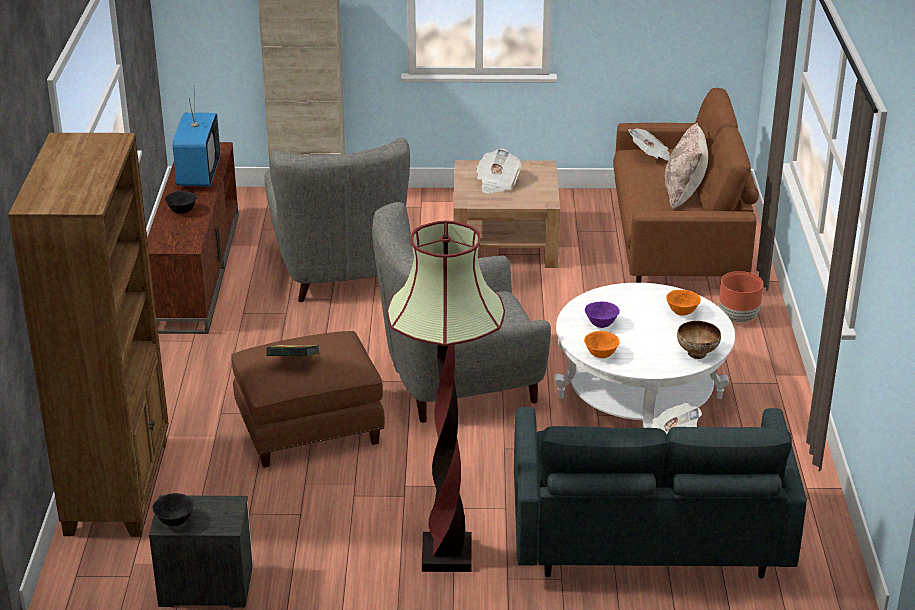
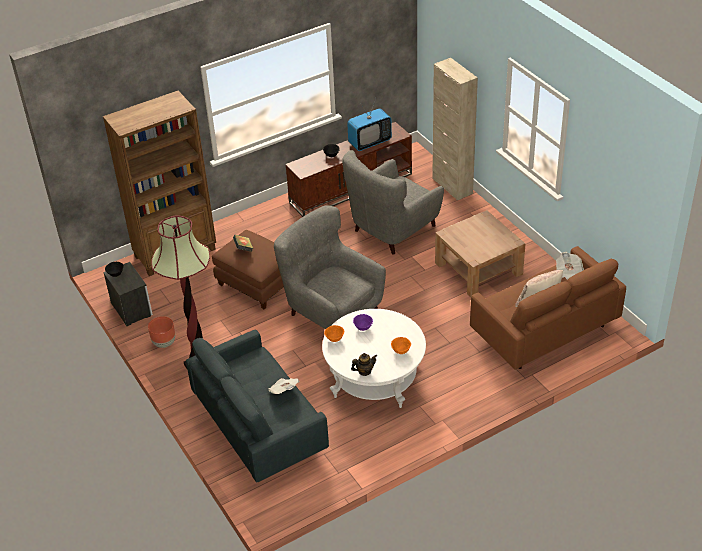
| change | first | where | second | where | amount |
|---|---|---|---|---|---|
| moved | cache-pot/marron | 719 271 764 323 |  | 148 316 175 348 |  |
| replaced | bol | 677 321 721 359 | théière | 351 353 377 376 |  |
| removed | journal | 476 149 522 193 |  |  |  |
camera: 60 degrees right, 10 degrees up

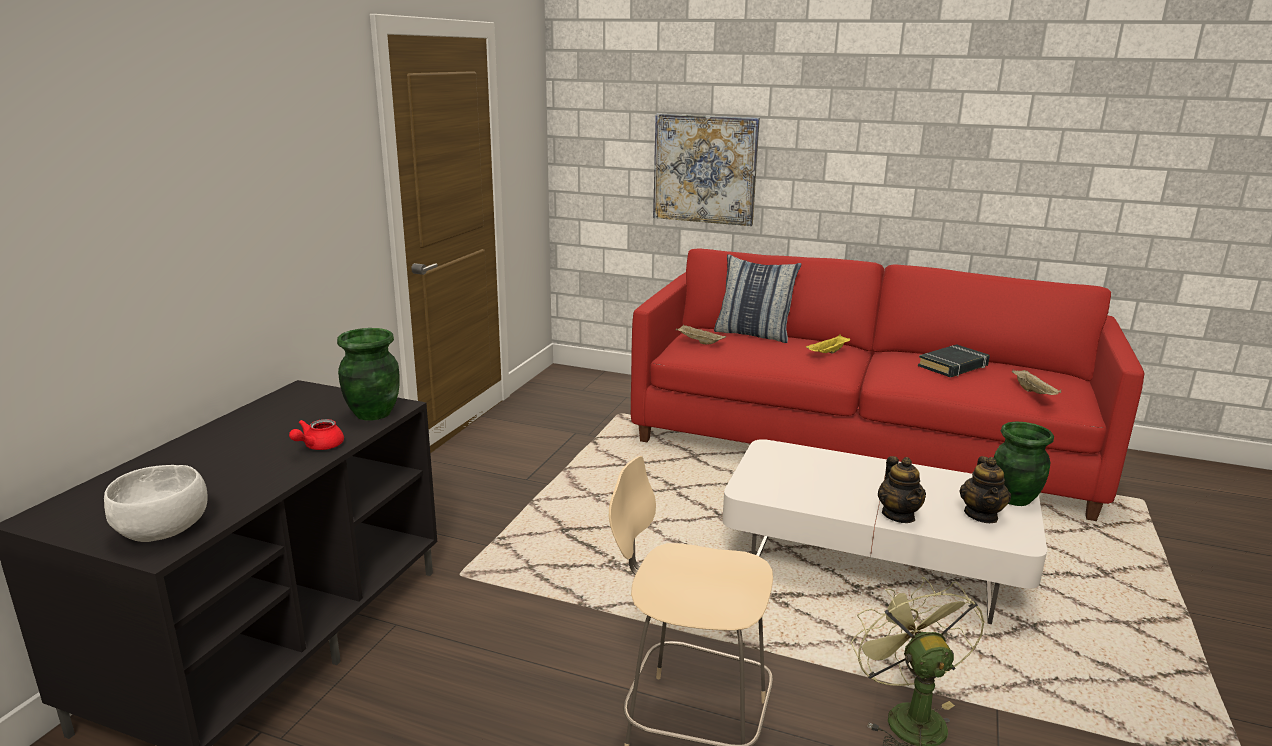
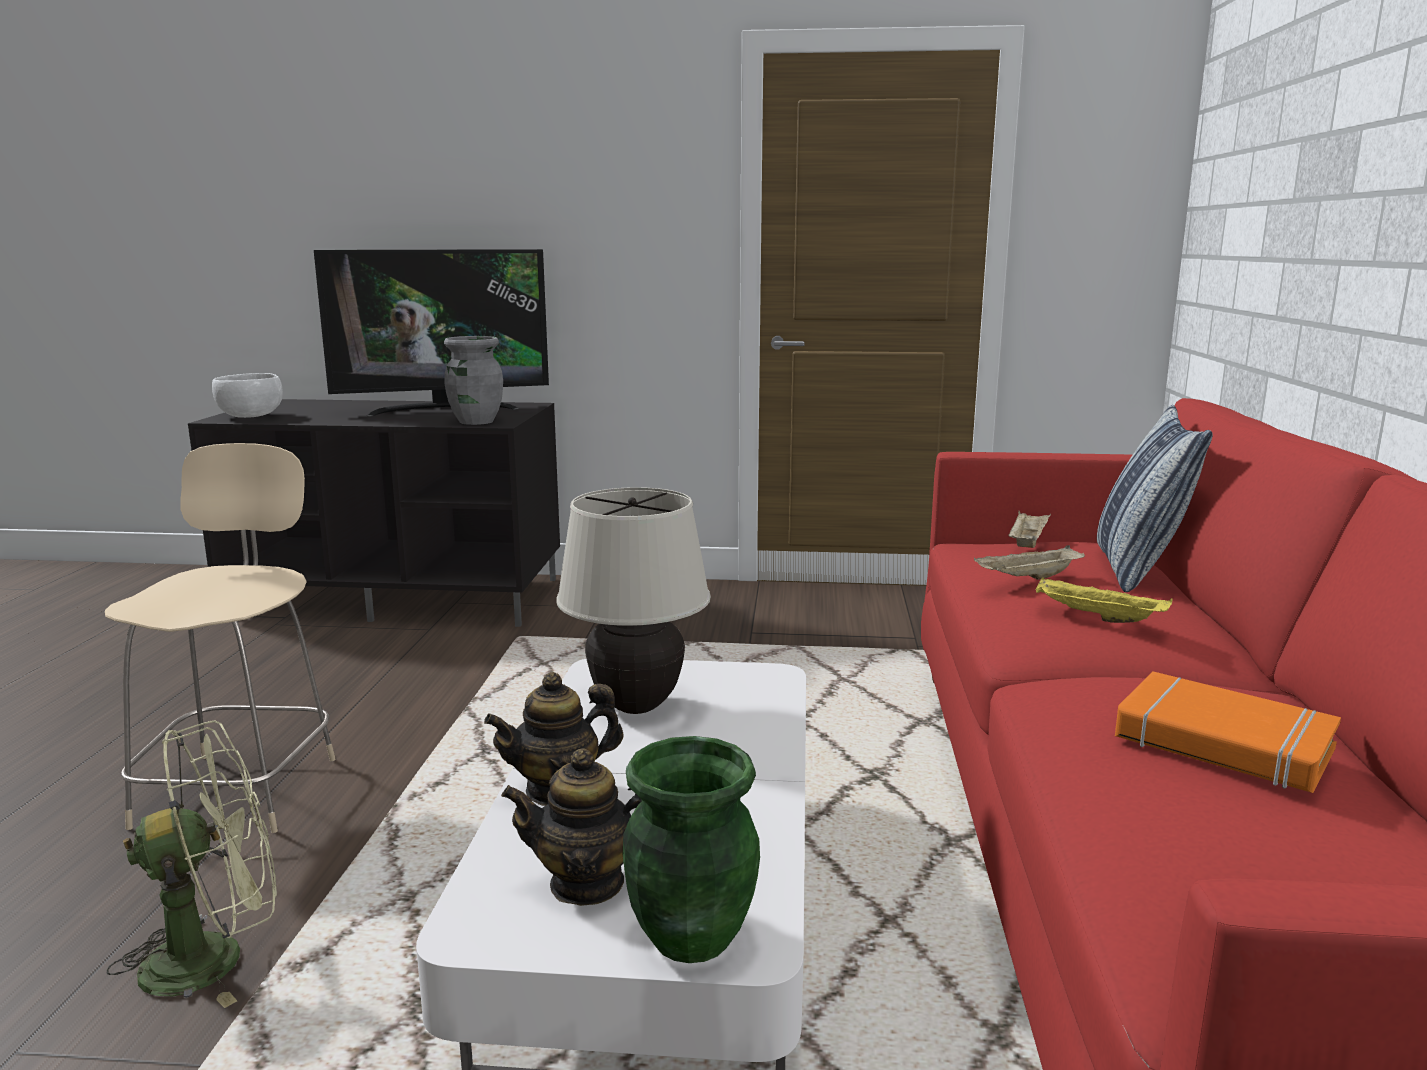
| change | first | where | second | where | amount |
|---|---|---|---|---|---|
| added |  |  | téléviseur | 314 249 549 416 |  |
| recoloured | vase/vert | 337 328 400 421 | vase/gris | 444 336 503 425 |  |
| added |  |  | lampe de table/beige | 556 487 711 714 |  |
| moved | plateau/beige | 1012 369 1061 395 |  | 974 545 1085 580 |  |
| recoloured | livre/noir | 918 344 990 377 | livre/orange | 1115 671 1341 793 |  |
| removed | théière/rouge | 289 419 344 450 |  |  |  |
| removed | tableau | 653 113 760 226 |  |  |  |
camera: 75 degrees right, 5 degrees down

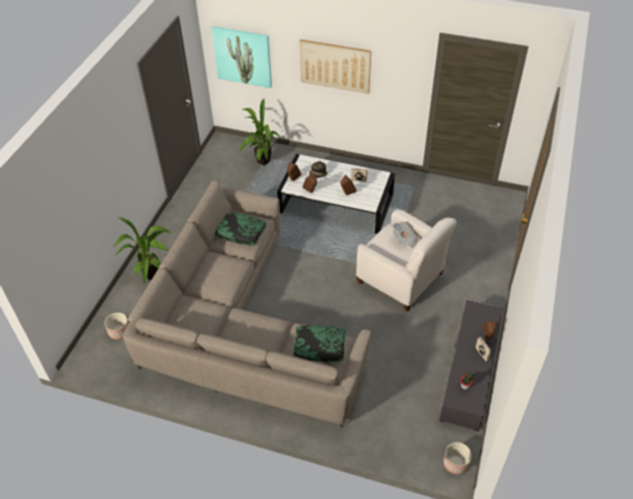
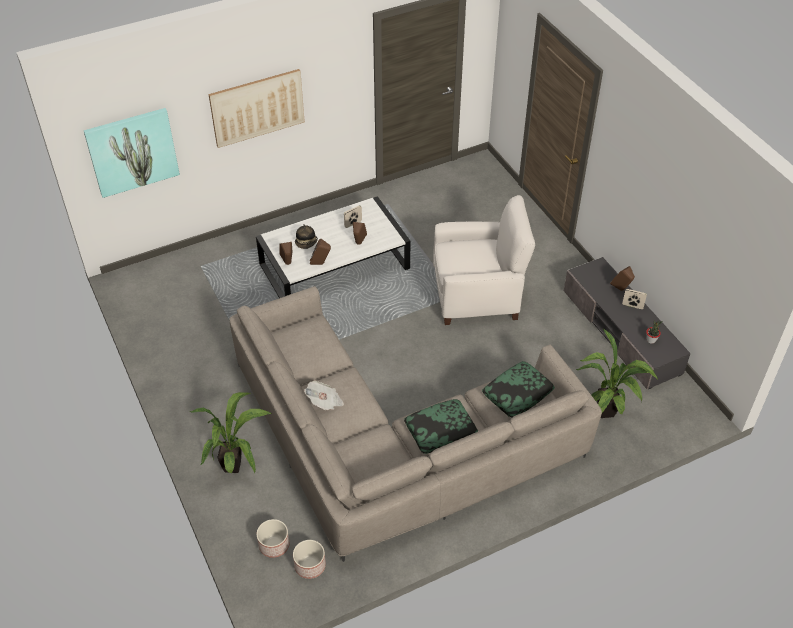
| change | first | where | second | where | amount |
|---|---|---|---|---|---|
| moved | cache-pot | 443 442 472 475 |  | 293 540 326 579 |  |
| moved | journal | 393 222 418 249 |  | 304 381 344 411 |  |
| moved | coussin | 215 212 266 246 |  | 404 399 478 454 |  |
| moved | plante en pot | 239 99 283 166 |  | 576 328 658 418 |  |
camera: 45 degrees left, 0 degrees up

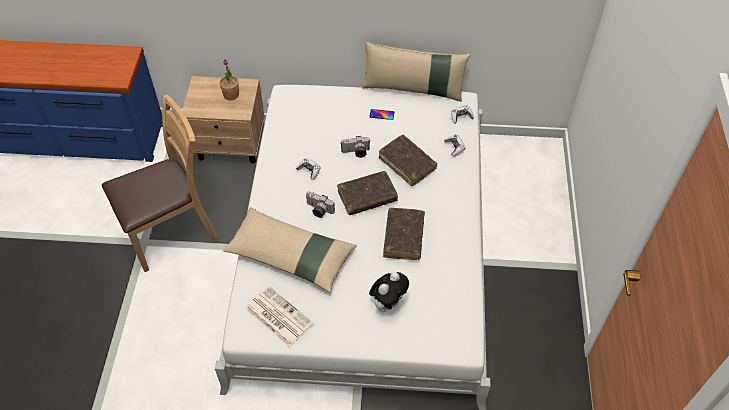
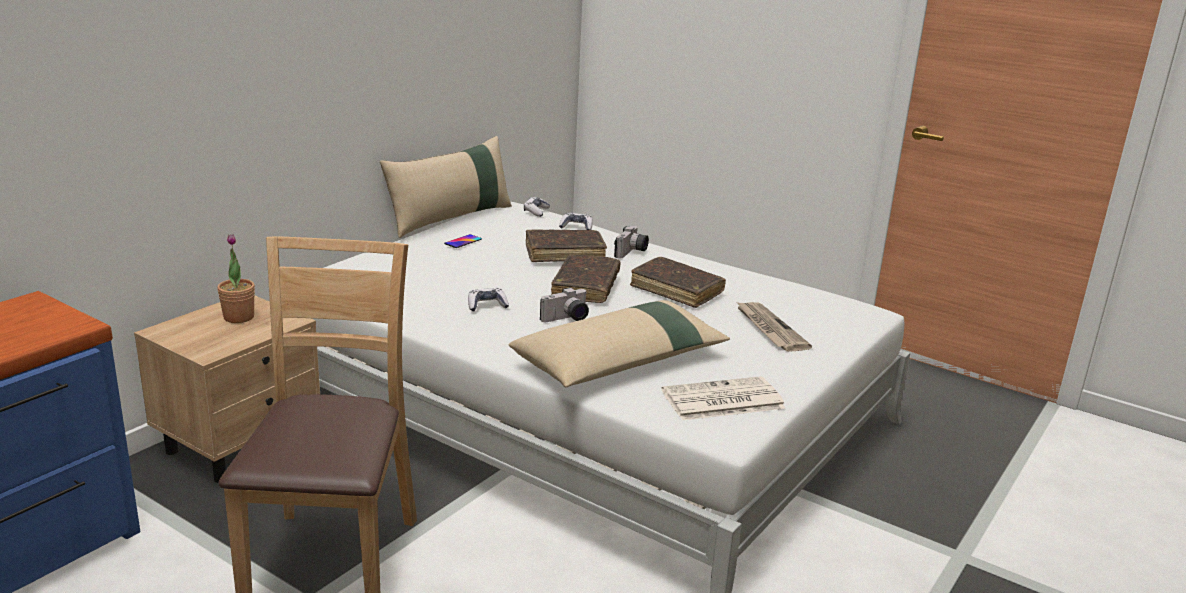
| change | first | where | second | where | amount |
|---|---|---|---|---|---|
| moved | appareil photo | 341 136 371 158 |  | 614 226 649 259 |  |
| replaced | peluche | 369 272 409 312 | journal | 737 302 812 352 |  |
camera: 60 degrees left, 30 degrees down

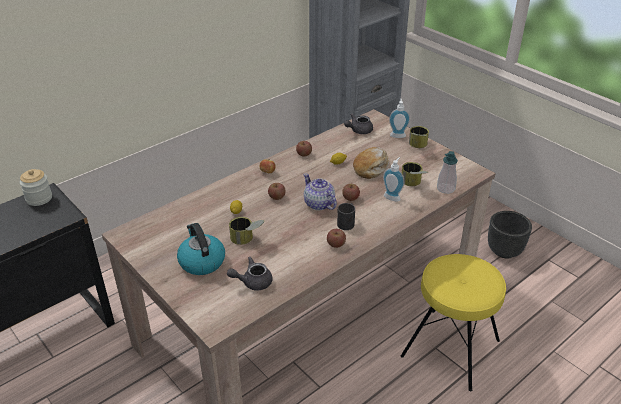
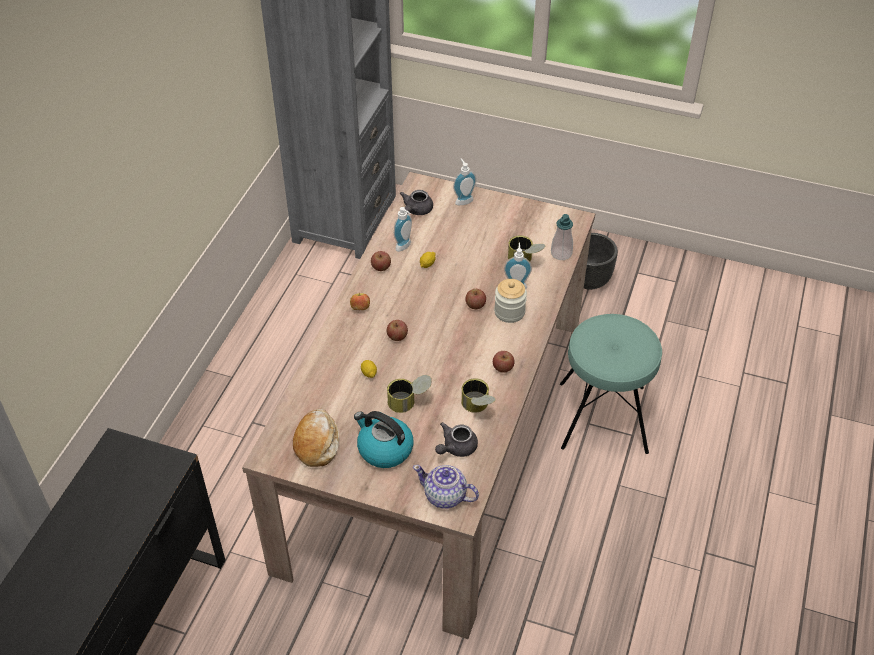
| change | first | where | second | where | amount |
|---|---|---|---|---|---|
| moved | pain | 353 147 389 179 |  | 293 409 339 467 |  |
| added |  |  | distributeur de savon | 394 207 412 252 |  |
| moved | théière | 303 173 337 210 |  | 413 465 479 509 |  |
| moved | boîte métallique | 409 126 429 148 |  | 461 378 495 413 |  |
| moved | bocal | 20 169 52 206 |  | 494 279 527 323 |  |
| recoloured | tabouret/jaune | 400 254 506 391 | tabouret/turquoise | 560 314 662 454 |  |
| removed | mug/noir | 337 203 355 230 |  |  |  |
camera: 30 degrees left, 10 degrees up

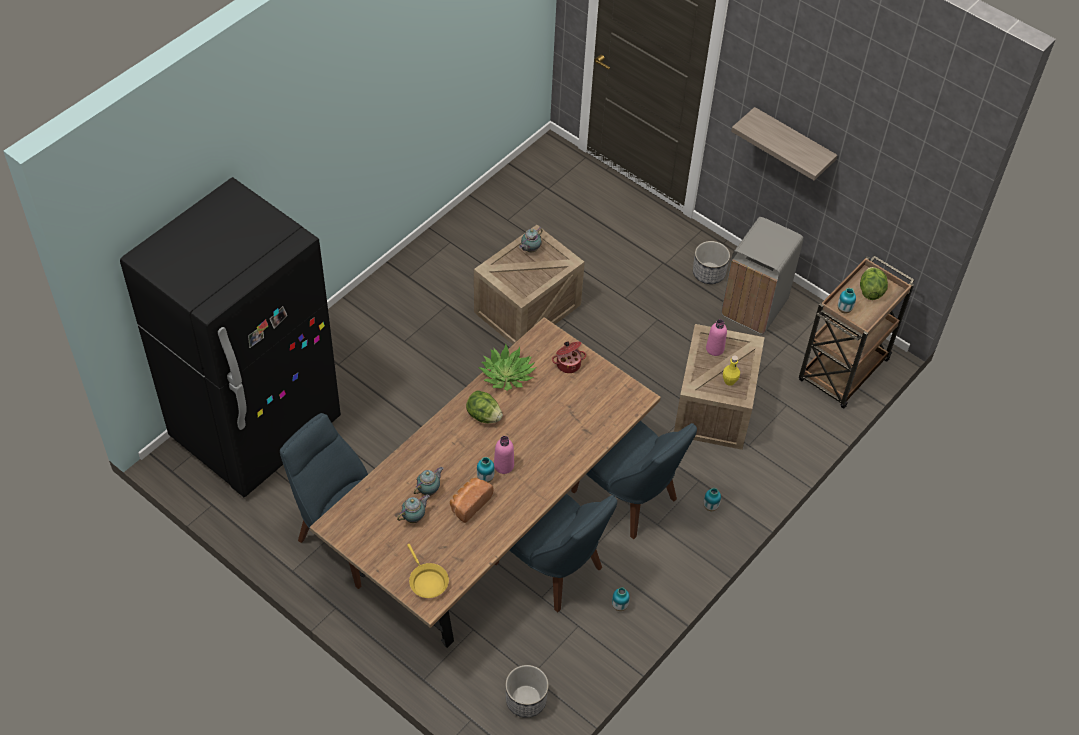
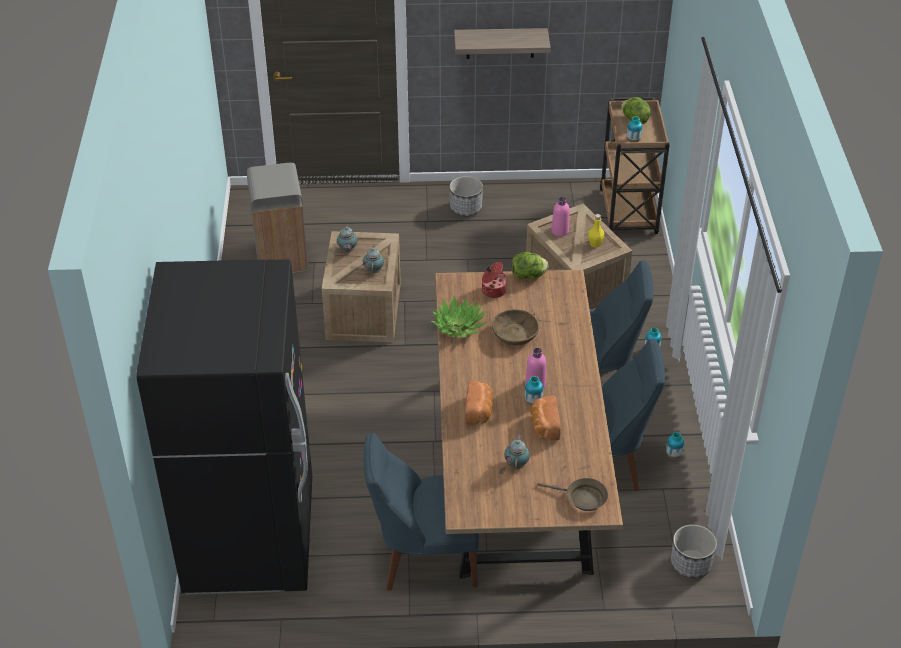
| change | first | where | second | where | amount |
|---|---|---|---|---|---|
| moved | poubelle/gris | 721 217 803 334 |  | 247 163 308 273 |  |
| moved | théière | 414 467 444 496 |  | 363 246 384 273 |  |
| added |  |  | pain | 465 381 493 425 |  |
| added |  |  | bol/marron | 492 309 539 346 |  |
| moved | laitue | 466 390 503 423 |  | 512 252 548 279 |  |
| recoloured | poêle/jaune | 407 544 449 598 | poêle/marron | 537 478 608 511 |  |
camera: 40 degrees left, 10 degrees down

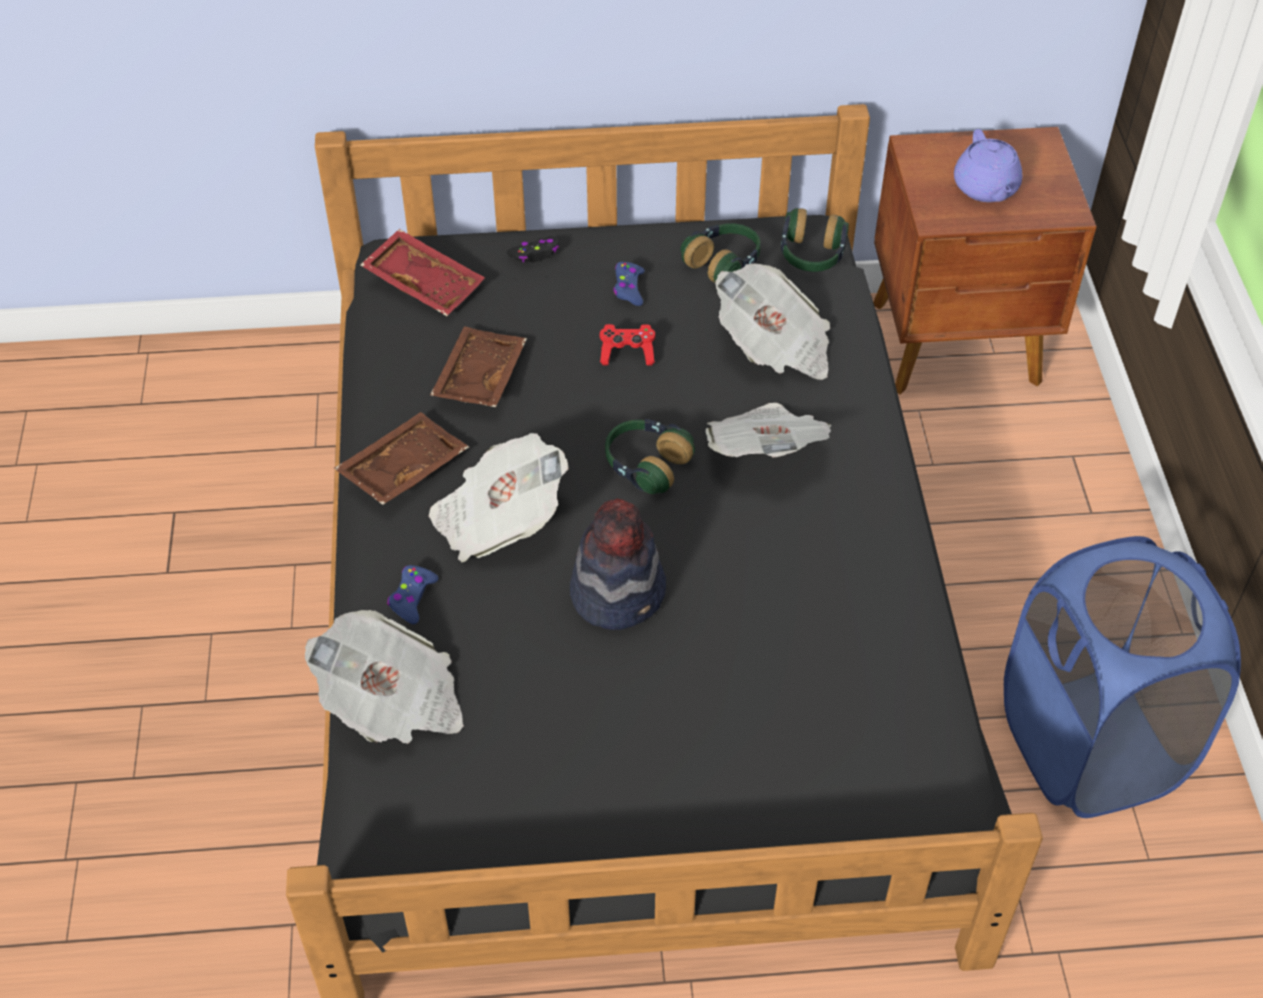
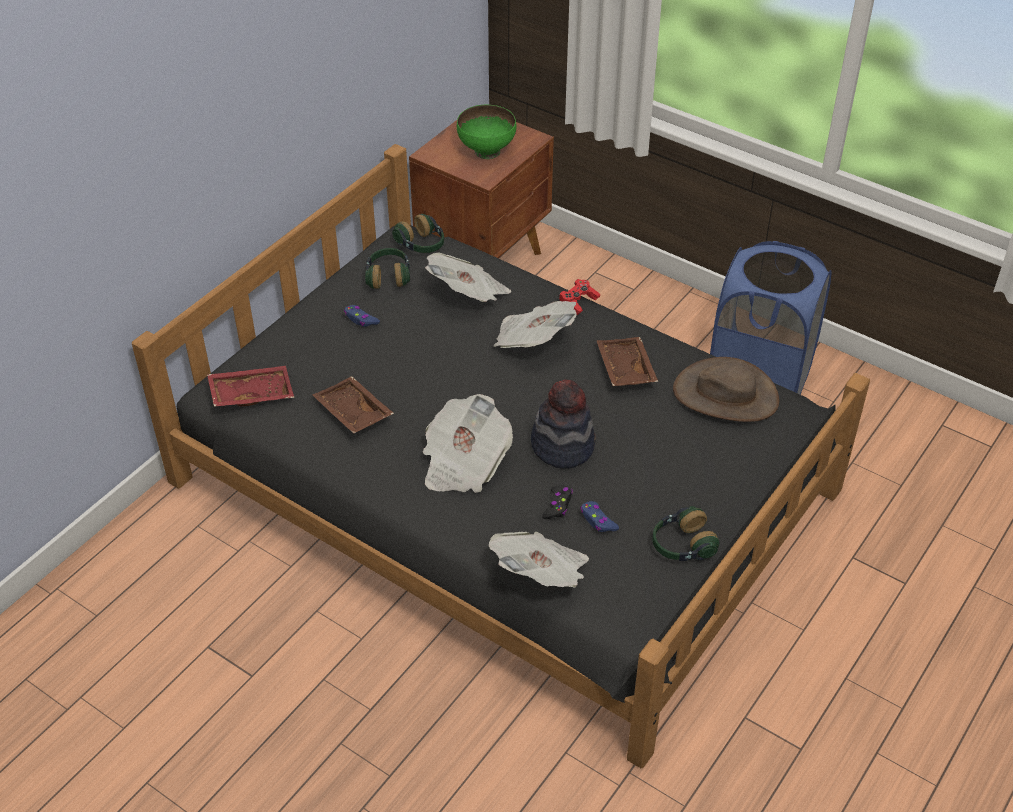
| change | first | where | second | where | amount |
|---|---|---|---|---|---|
| replaced | théière/violet | 954 129 1023 202 | bol/vert | 457 105 517 159 |  |
| moved | manette/noir | 507 236 559 263 |  | 542 486 573 519 |  |
| moved | manette/rouge | 600 324 655 366 |  | 559 279 600 315 |  |
| moved | manette/bleu | 387 565 438 624 |  | 580 501 619 532 |  |
| moved | plateau/marron | 334 412 469 505 |  | 596 337 658 386 |  |
| moved | casque audio | 605 419 695 494 |  | 652 506 719 561 |  |
| added |  |  | chapeau/marron | 673 357 779 422 |  |
camera: 50 degrees left, 5 degrees down

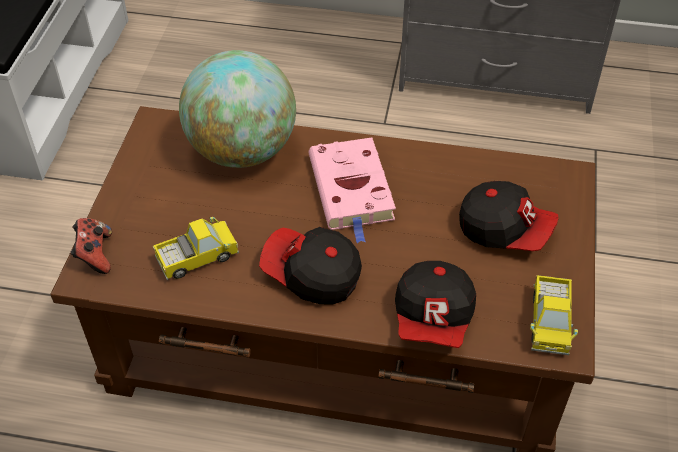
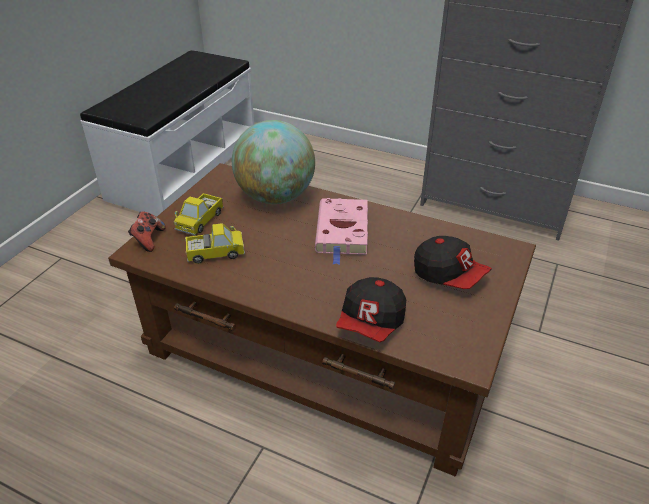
| change | first | where | second | where | amount |
|---|---|---|---|---|---|
| moved | camion jouet | 530 275 578 355 |  | 174 193 224 236 |  |
| removed | casquette | 259 227 362 304 |  |  |  |
camera: 15 degrees right, 10 degrees down

